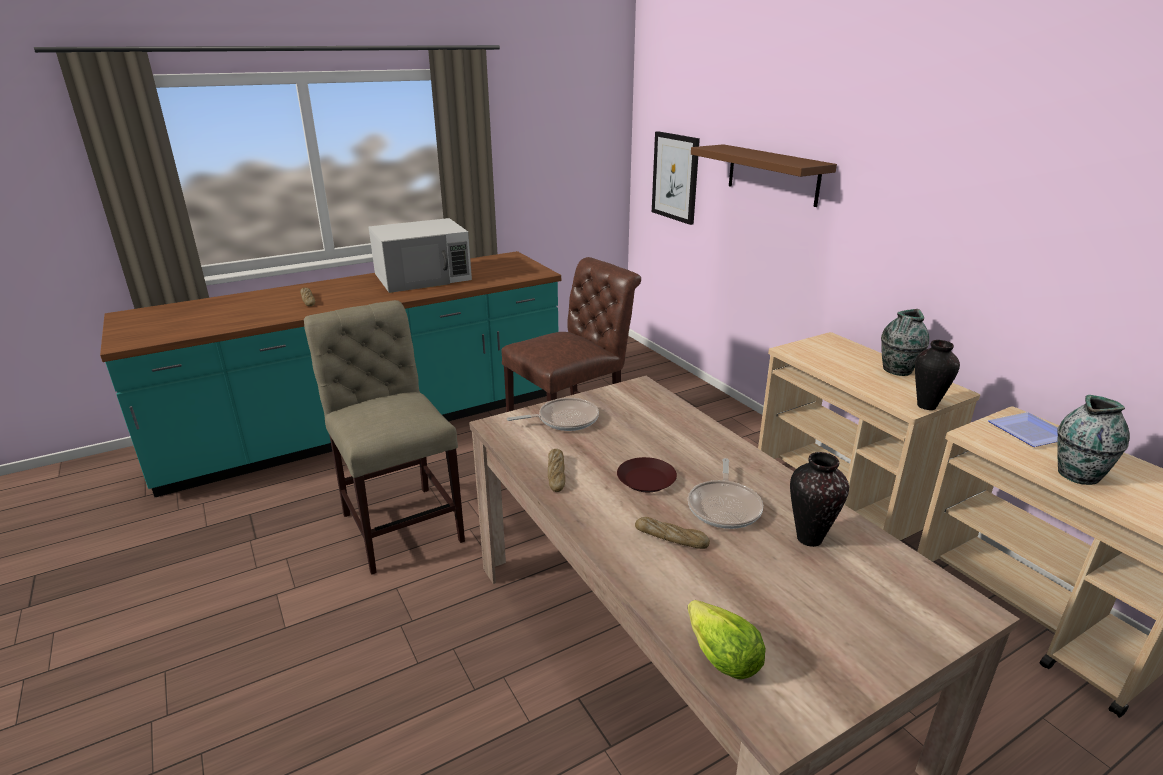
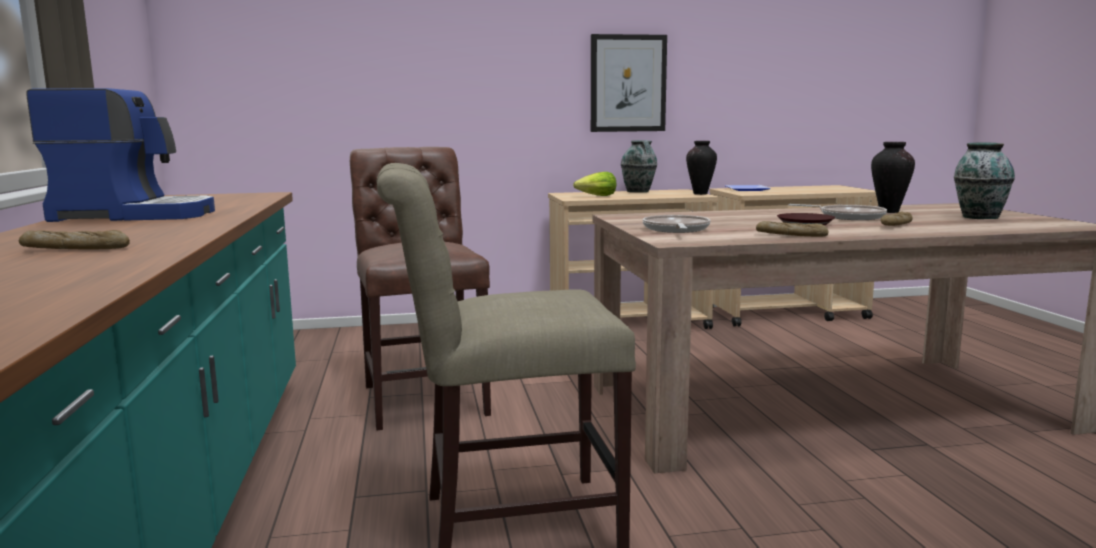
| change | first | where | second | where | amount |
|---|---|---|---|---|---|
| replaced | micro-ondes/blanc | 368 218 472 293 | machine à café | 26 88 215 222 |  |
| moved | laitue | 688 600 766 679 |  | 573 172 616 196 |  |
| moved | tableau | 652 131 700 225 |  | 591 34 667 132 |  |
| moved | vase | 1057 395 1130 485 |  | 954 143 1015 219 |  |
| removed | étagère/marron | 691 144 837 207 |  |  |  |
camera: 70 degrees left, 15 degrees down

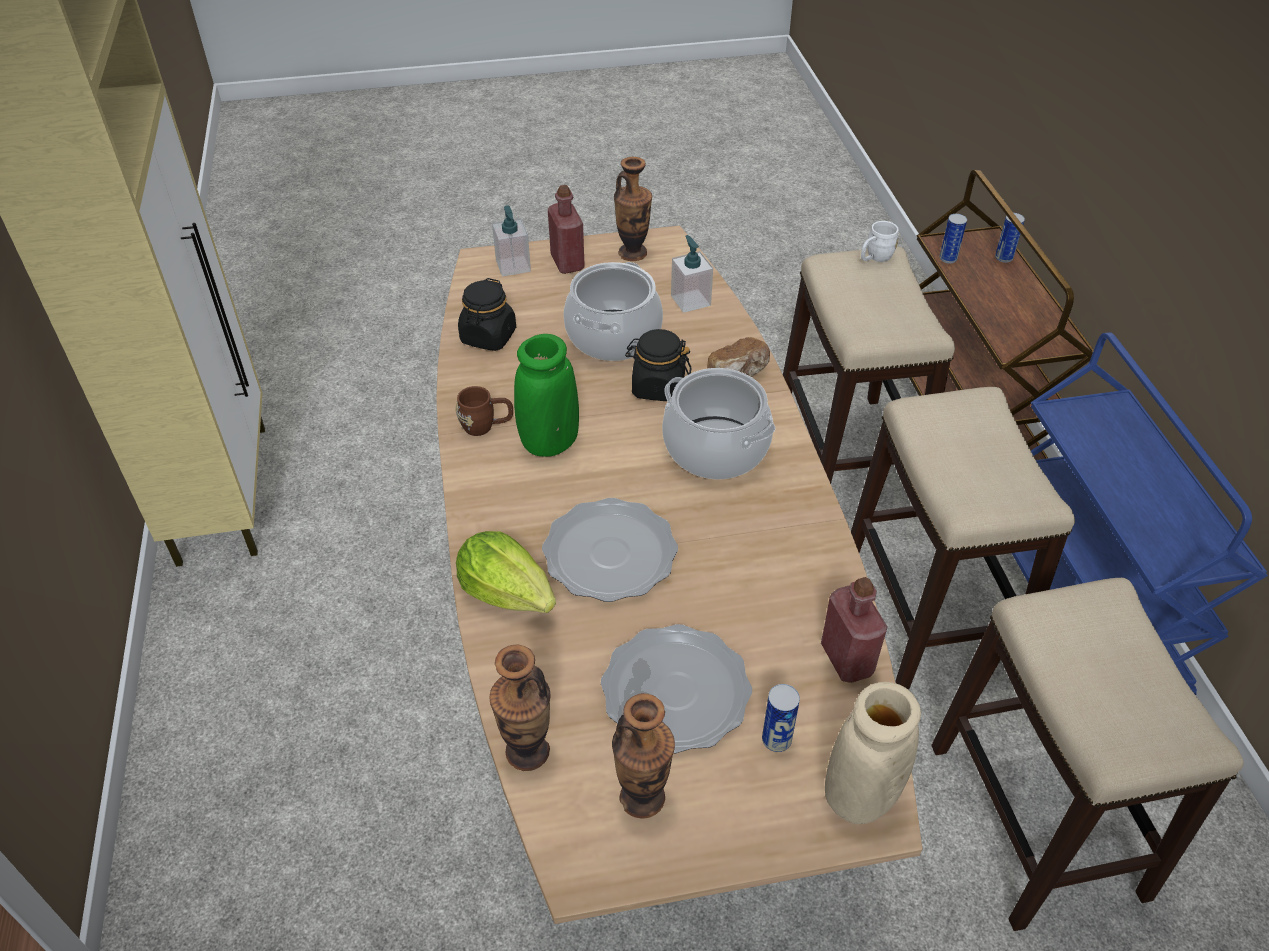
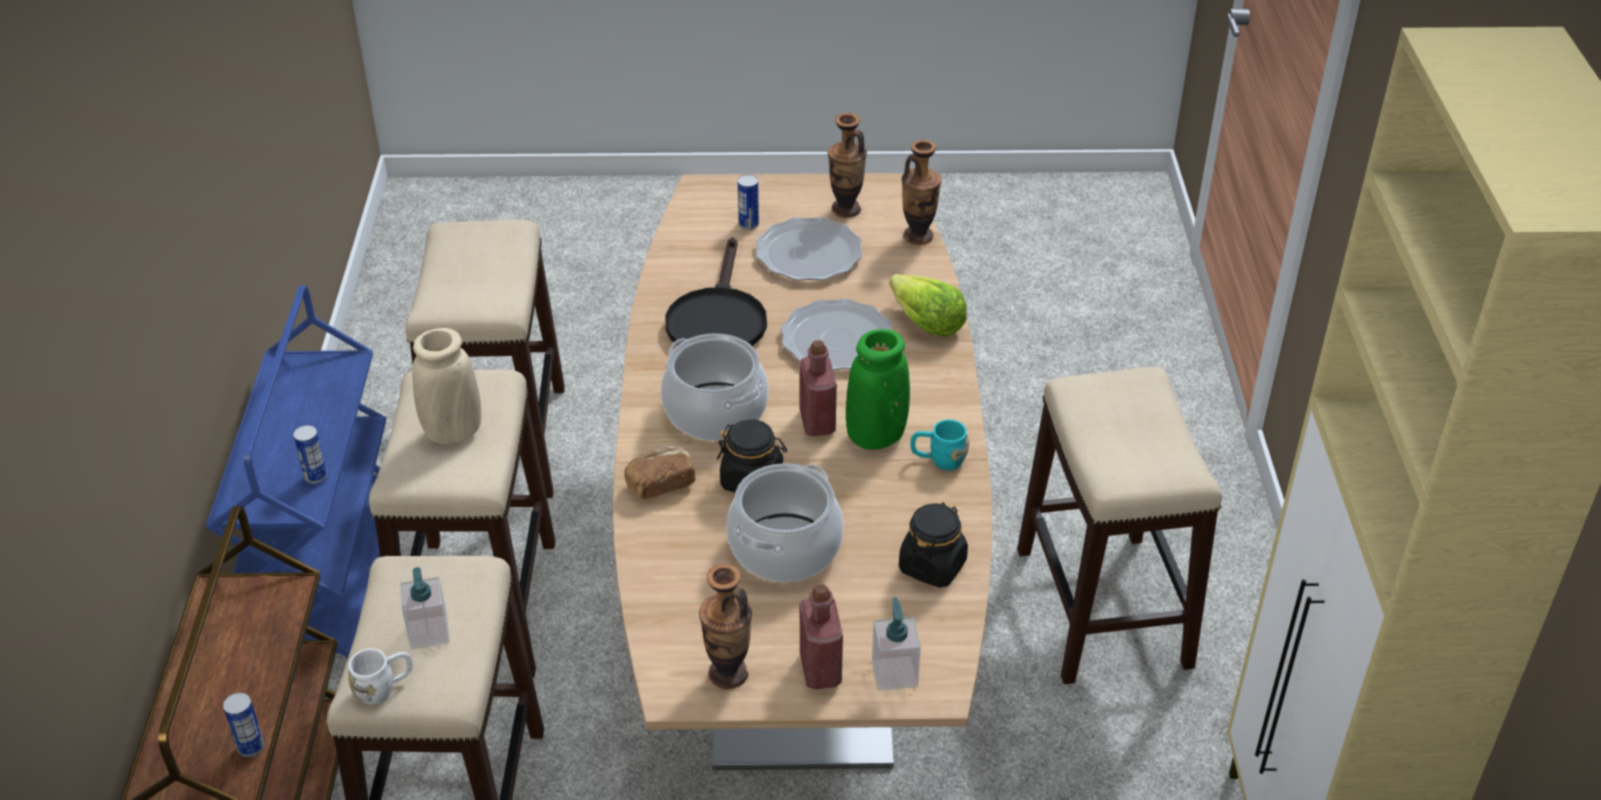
| change | first | where | second | where | amount |
|---|---|---|---|---|---|
| moved | boîte métallique | 995 213 1025 263 |  | 293 425 327 484 |  |
| moved | distributeur de savon | 671 235 713 313 |  | 400 567 450 649 |  |
| moved | vase/beige | 825 682 921 824 |  | 412 328 481 444 |  |
| added |  |  | poêle/noir | 665 237 767 346 |  |
| moved | bouteille/rouge | 821 577 888 683 |  | 799 340 837 436 |  |
| recoloured | mug/marron | 455 386 513 436 | mug/turquoise | 911 419 969 470 |  |
| added |  |  | tabouret | 1017 367 1222 684 |  |
camera: 170 degrees left, 5 degrees down

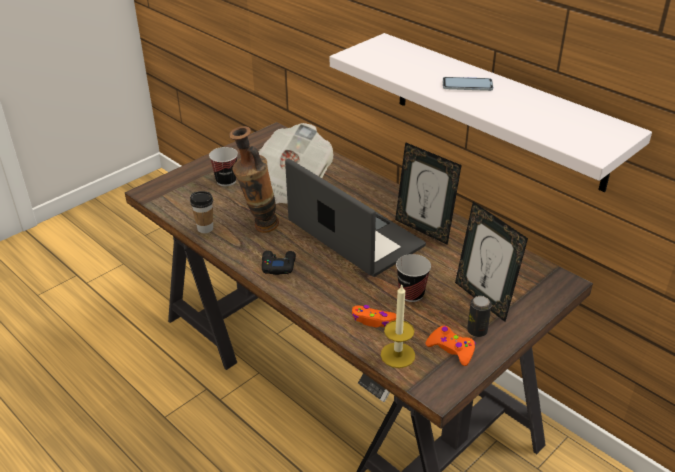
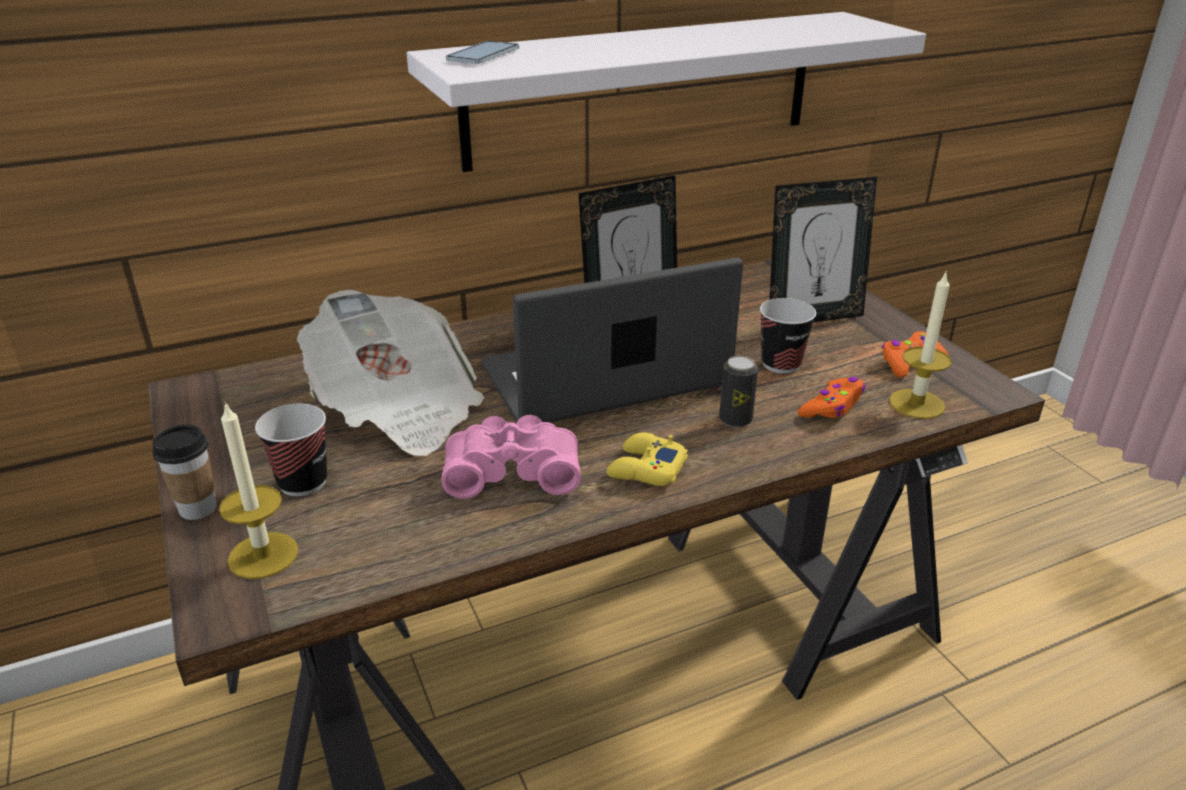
| change | first | where | second | where | amount |
|---|---|---|---|---|---|
| moved | tasse | 190 191 213 233 |  | 152 424 216 520 |  |
| added |  |  | bougie | 219 402 299 579 |  |
| replaced | vase | 229 126 279 233 | jumelles/rose | 441 415 581 499 |  |
| moved | téléphone | 443 77 493 91 |  | 446 41 519 64 |  |
| recoloured | manette/noir | 262 251 296 275 | manette/jaune | 606 432 688 486 |  |
| moved | boîte métallique | 467 296 492 337 |  | 719 356 758 427 |  |
camera: 70 degrees left, 5 degrees down

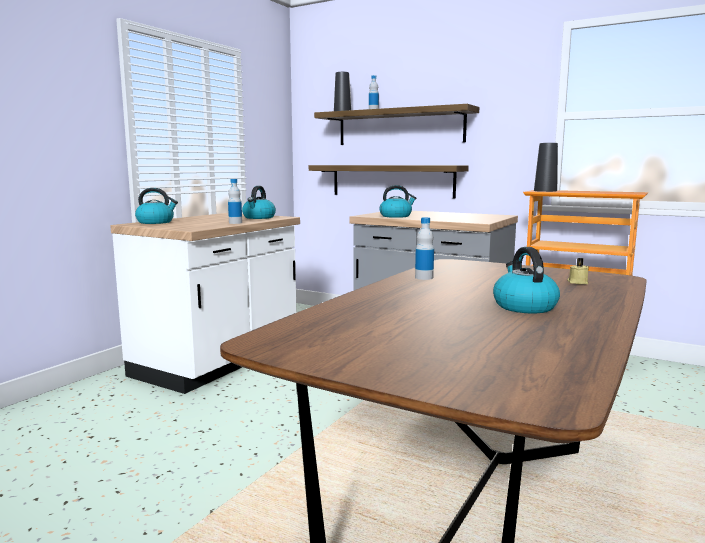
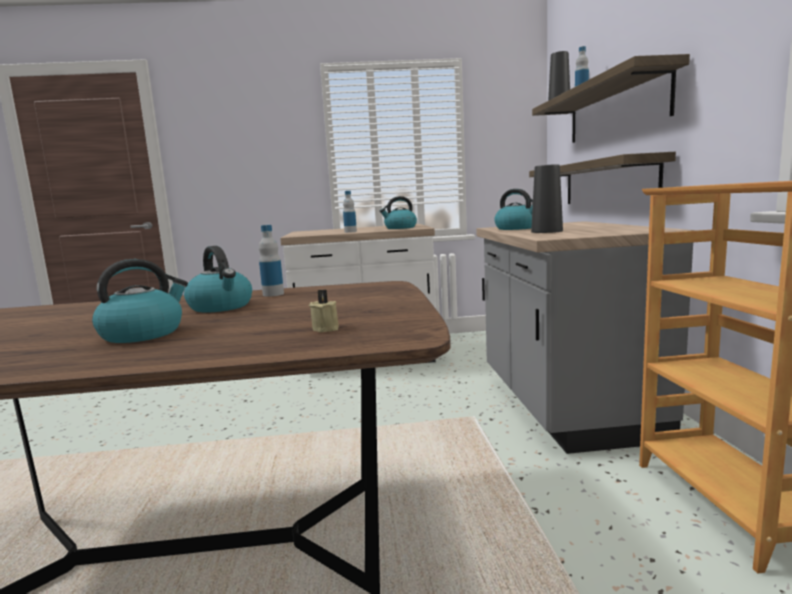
| change | first | where | second | where | amount |
|---|---|---|---|---|---|
| moved | bouilloire | 135 188 178 224 |  | 184 246 252 312 |  |
| moved | vase/noir | 534 143 558 192 |  | 531 164 563 233 |  |
camera: 55 degrees right, 0 degrees up

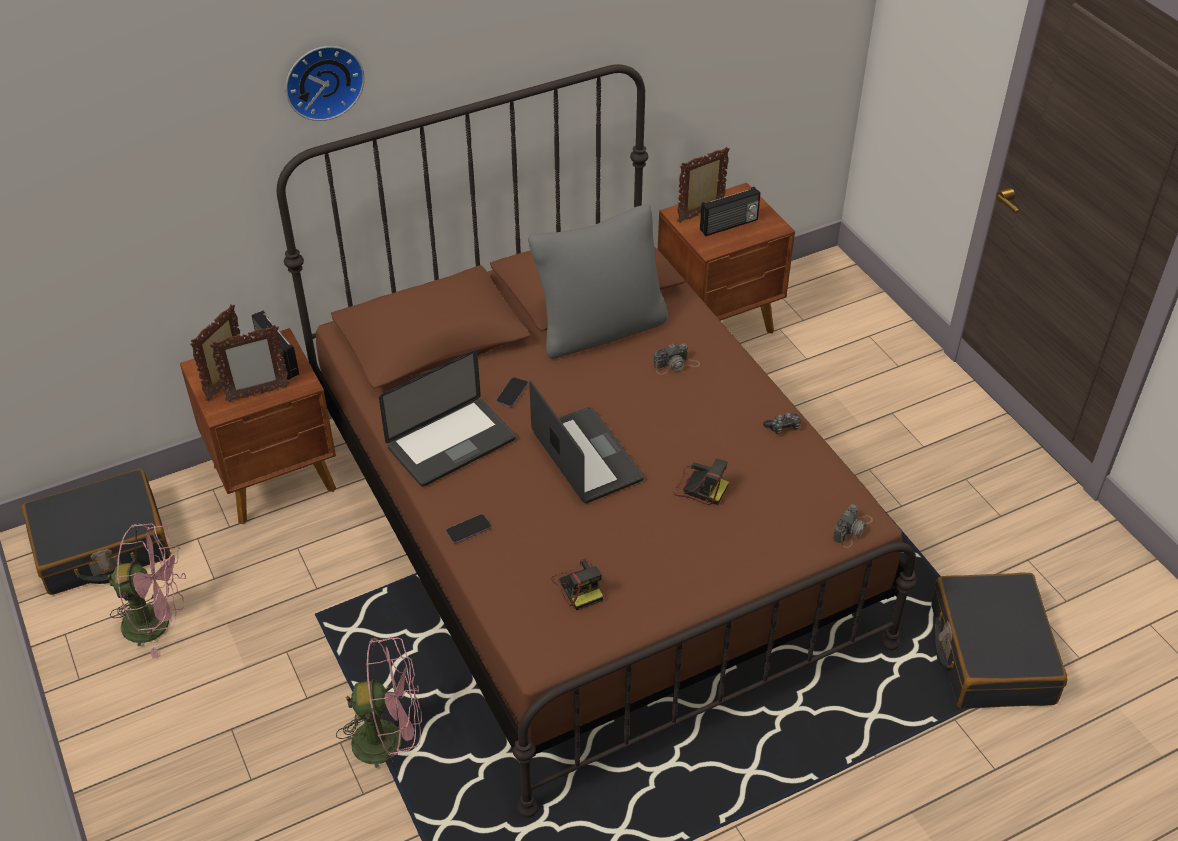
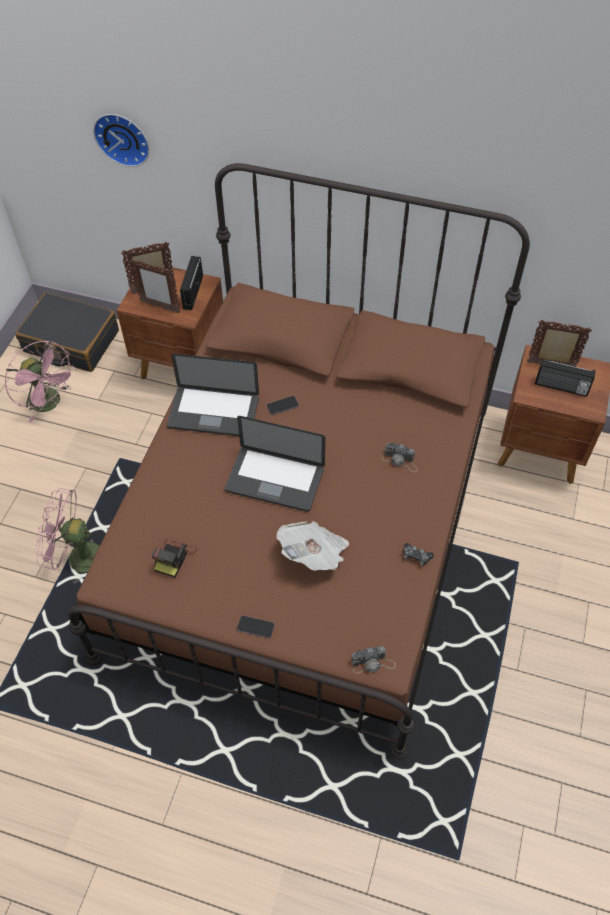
| change | first | where | second | where | amount |
|---|---|---|---|---|---|
| turned | ventilateur/rose | 336 638 422 777 |  | 35 488 99 583 | 150 degrees clockwise |
| moved | horloge murale | 285 46 365 121 |  | 93 114 149 167 |  |
| turned | ordinateur portable | 529 381 644 503 |  | 225 416 325 512 | 90 degrees clockwise |
| moved | téléphone | 446 514 491 543 |  | 237 615 275 638 |  |
| replaced | appareil photo | 673 459 729 505 | journal | 276 521 349 571 |  |
| removed | coussin/gris | 528 204 668 359 |  |  |  |
| removed | valise/noir | 931 573 1068 709 |  |  |  |
camera: 45 degrees right, 10 degrees up

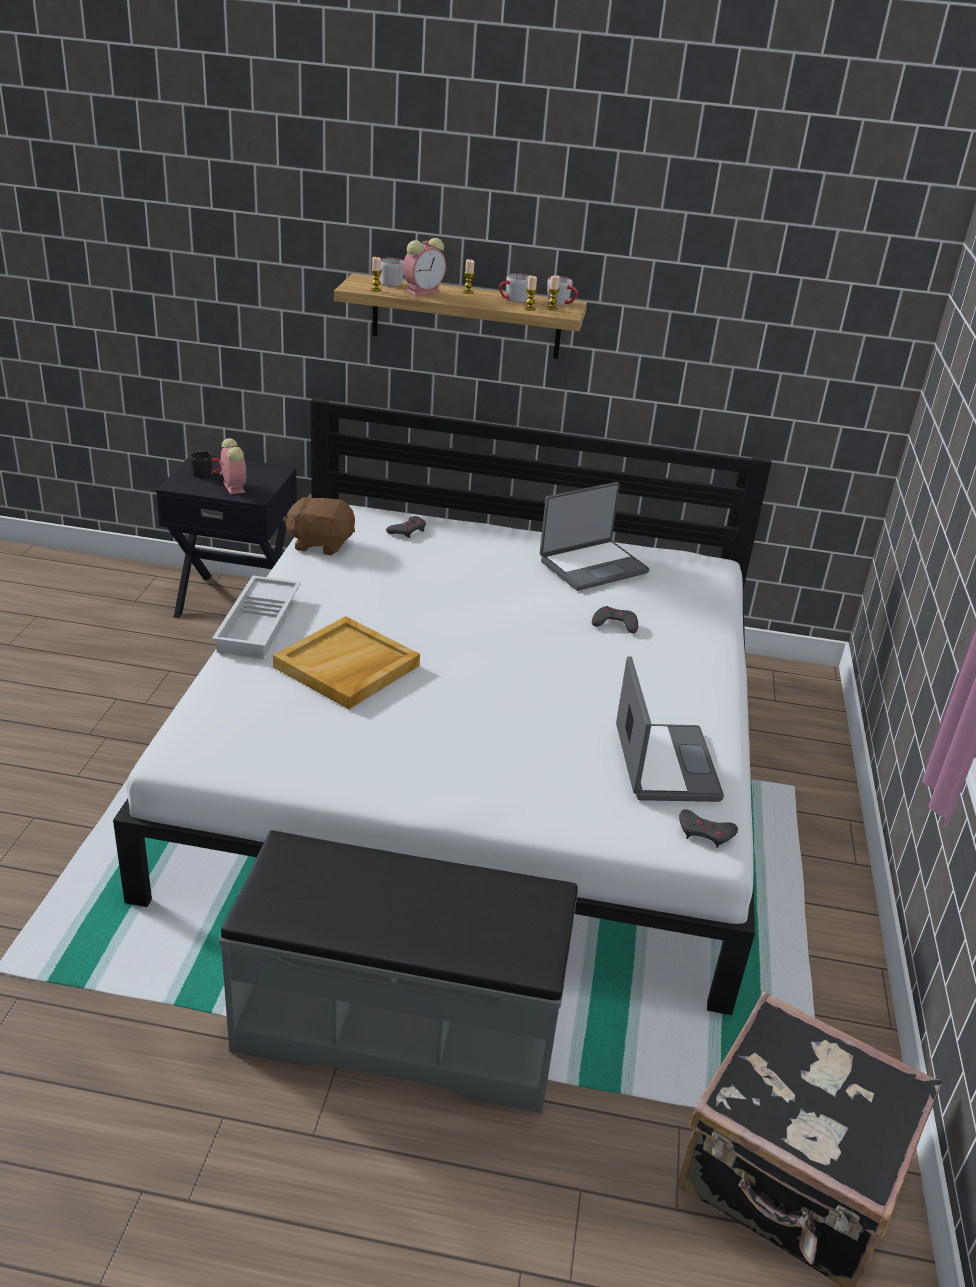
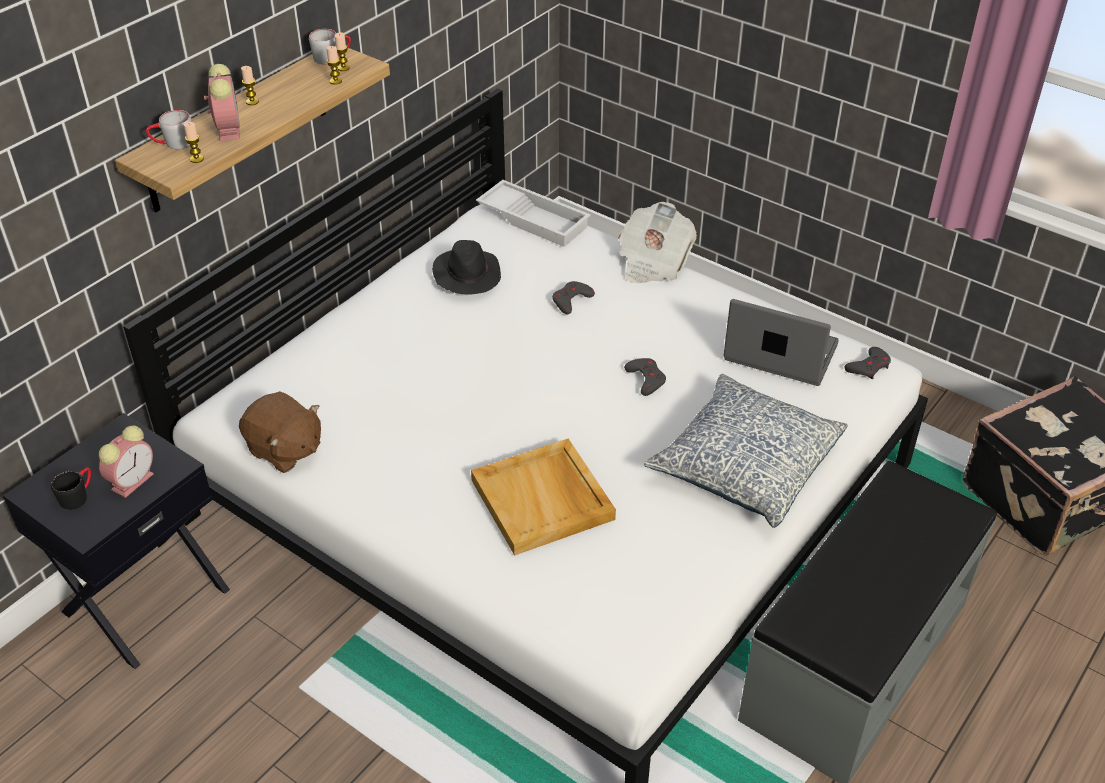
| change | first | where | second | where | amount |
|---|---|---|---|---|---|
| turned | réveil | 219 438 246 495 |  | 99 426 154 498 | 120 degrees clockwise |
| turned | peluche/marron | 283 493 355 555 |  | 239 391 321 473 | 90 degrees counterclockwise |
| replaced | ordinateur portable | 540 482 650 591 | chapeau/noir | 432 240 501 295 |  |
| moved | plateau/blanc | 212 576 301 659 |  | 476 180 591 247 |  |
| added |  |  | journal | 618 202 697 283 |  |
| moved | manette/gris | 386 516 426 538 |  | 624 358 666 396 |  |
| added |  |  | coussin | 644 374 848 528 |  |
| removed | mug/gris | 499 273 529 303 |  |  |  |
camera: 60 degrees left, 10 degrees up

